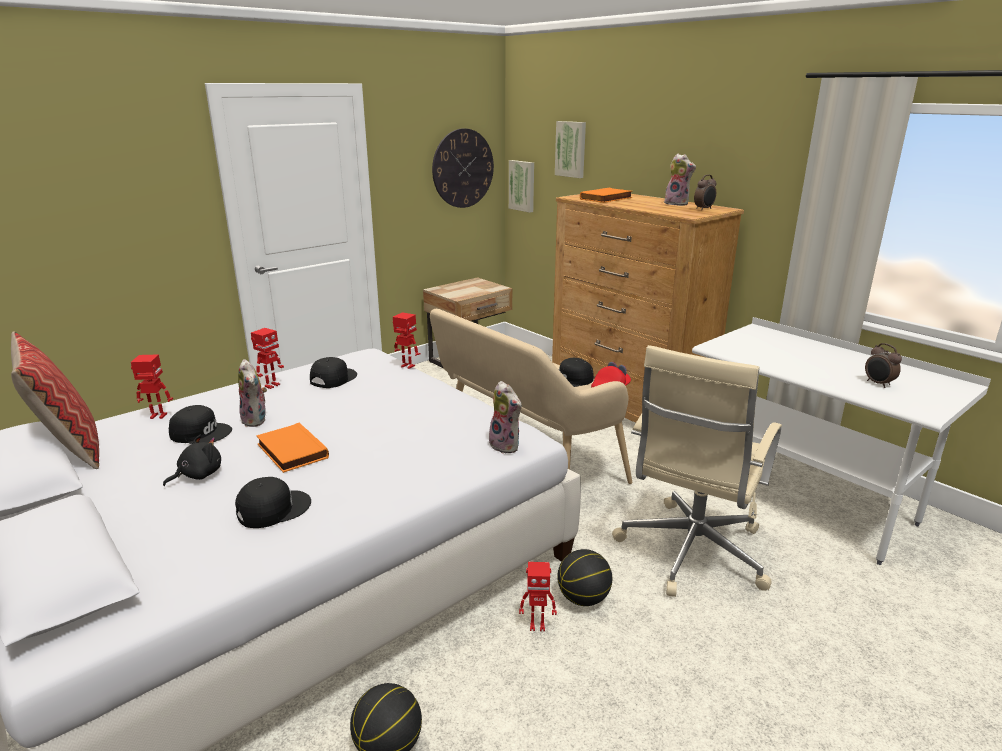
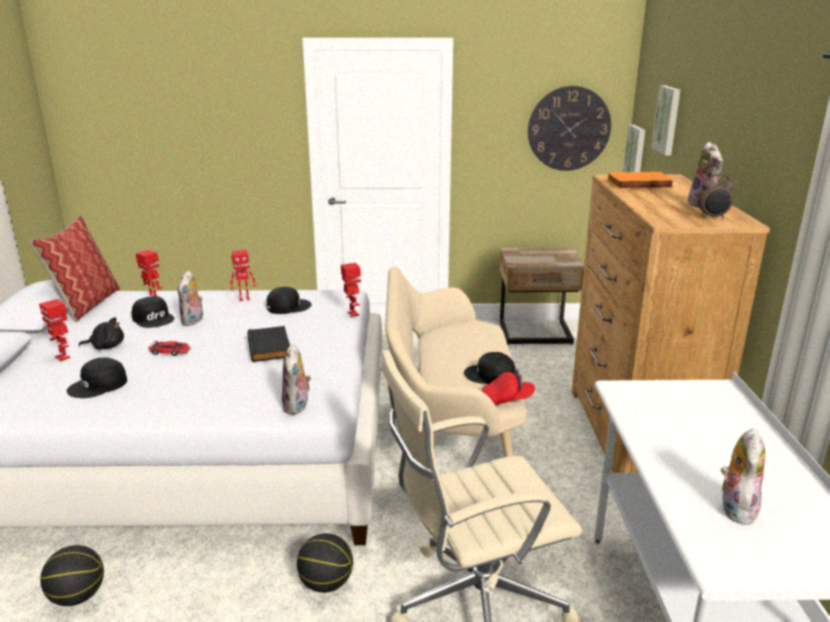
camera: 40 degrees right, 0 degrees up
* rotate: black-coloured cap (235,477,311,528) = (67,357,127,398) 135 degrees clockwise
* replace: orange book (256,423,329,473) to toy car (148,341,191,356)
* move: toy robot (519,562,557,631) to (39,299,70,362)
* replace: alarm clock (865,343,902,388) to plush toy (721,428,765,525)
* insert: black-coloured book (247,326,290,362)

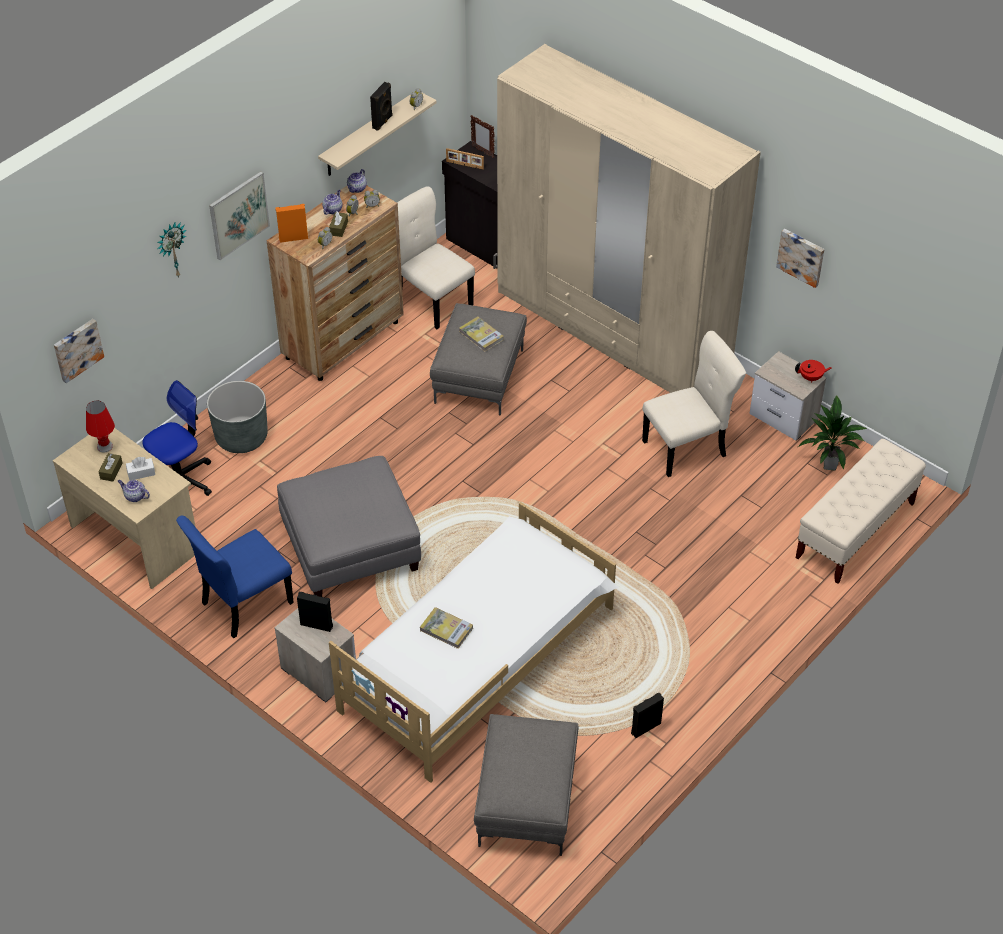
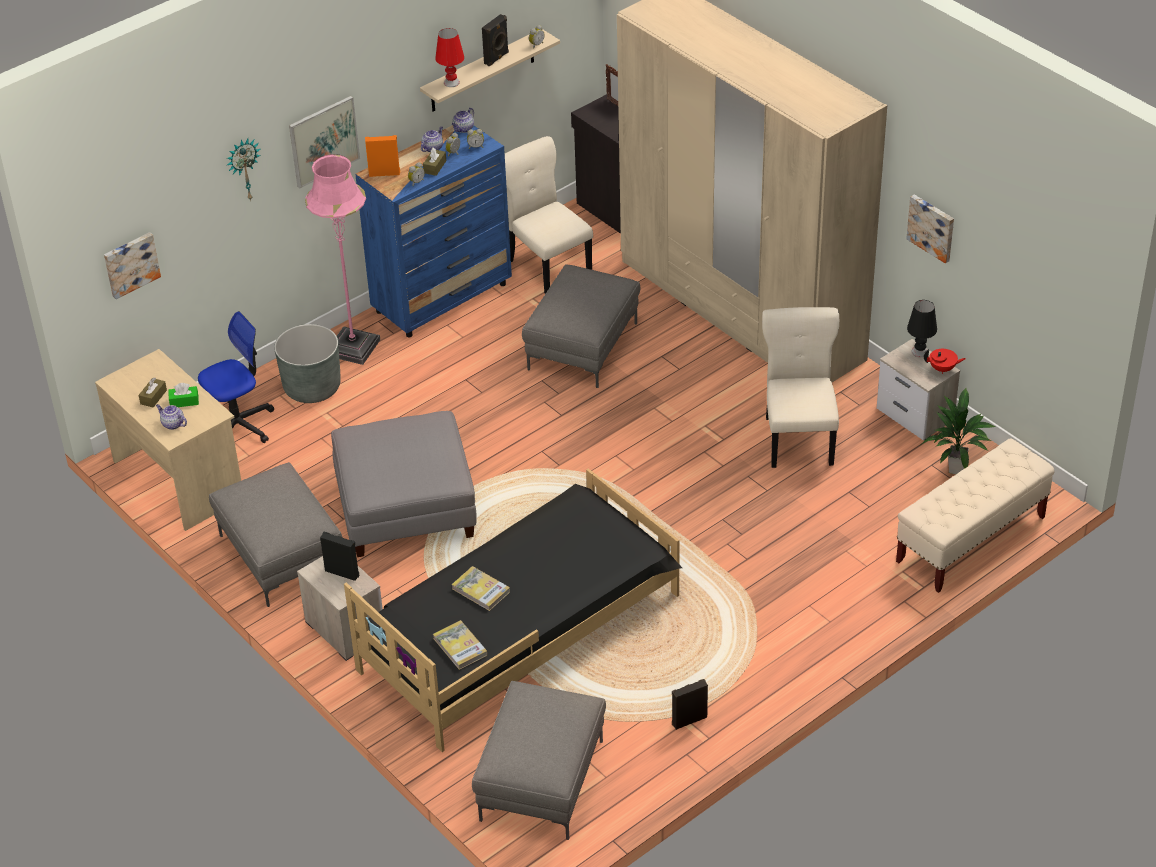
camera: 10 degrees right, 5 degrees down
* move: red lamp for a table (86,401,115,452) to (435,28,464,87)
* recolor: white-coloured tissue holder (126,457,155,480) to green tissue holder (168,383,199,407)
* replace: blue-coloured upright chair (176,516,294,639) to gray pouffe (209,462,342,607)
* recolor: brownish chest of drawers (267,185,404,381) to blue-coloured chest of drawers (355,125,512,337)
* recolor: white-coloured bed (329,502,619,783) to black-coloured bed (344,468,682,752)
* delete: standing frame (446,148,484,170)
* move: book (459,317,504,352) to (433,620,487,670)
* rotate: sand-coloured upright chair (642,331,746,477) = (762,307,839,468) 75 degrees counterclockwise
* insert: pink-coloured floor lamp (305,154,380,365)
* insert: black-coloured lamp for a table (907,300,937,357)

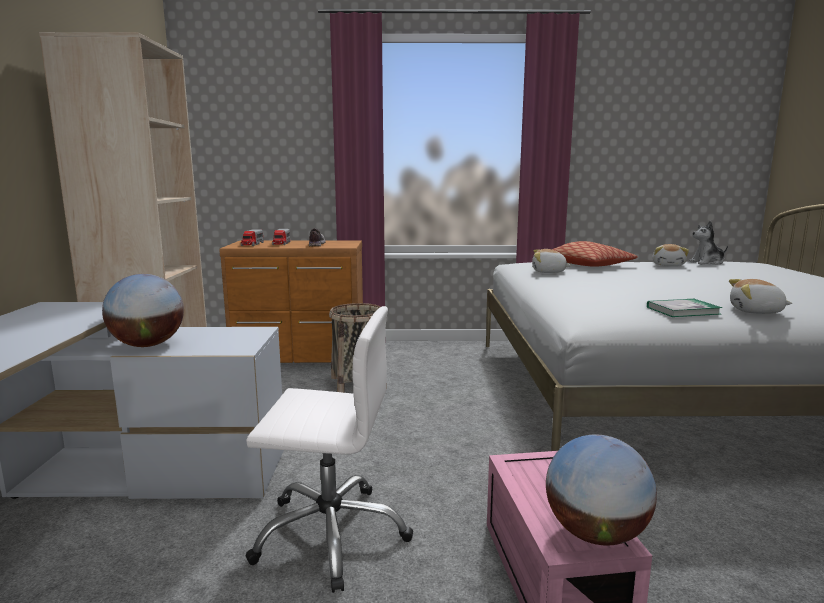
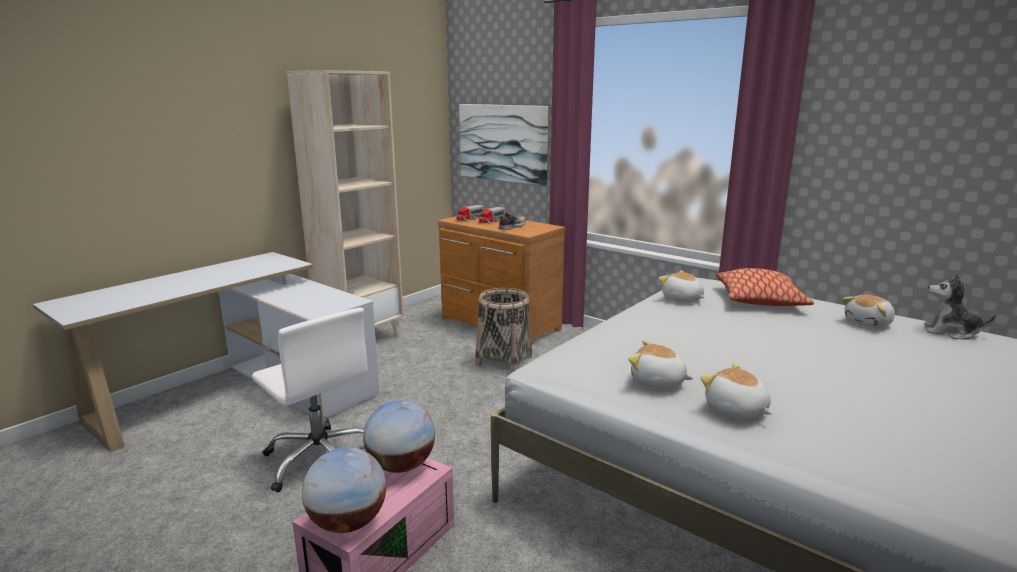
camera: 40 degrees right, 5 degrees up
* move: desk globe (102,274,184,347) to (363,400,435,473)
* replace: book (647,299,722,317) to plush toy (628,340,694,388)
* insert: wall picture (459,104,548,186)

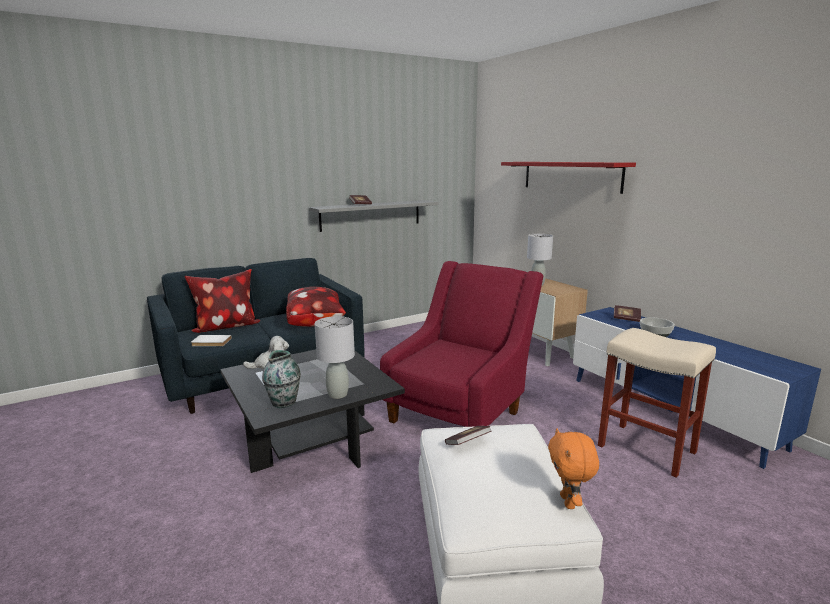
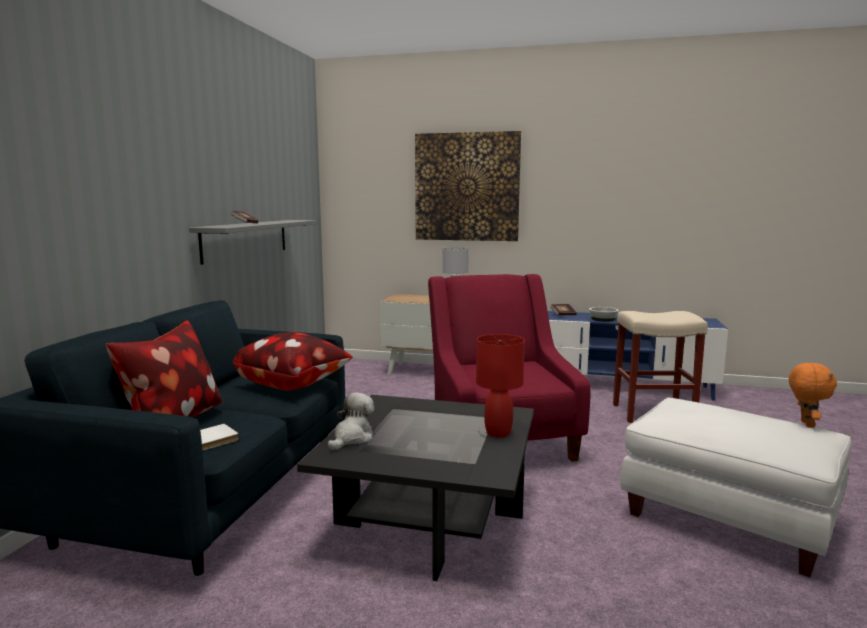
camera: 45 degrees left, 5 degrees down
* delete: vase (262,350,301,408)
* recolor: gray lamp for a table (315,316,355,399) to red lamp for a table (476,334,525,438)
* delete: book (445,426,491,445)
* replace: red wall shelf (501,162,636,194) to wall picture (415,131,521,241)
* rotate: orange plush toy (548,428,599,509) = (789,363,837,428) 120 degrees counterclockwise

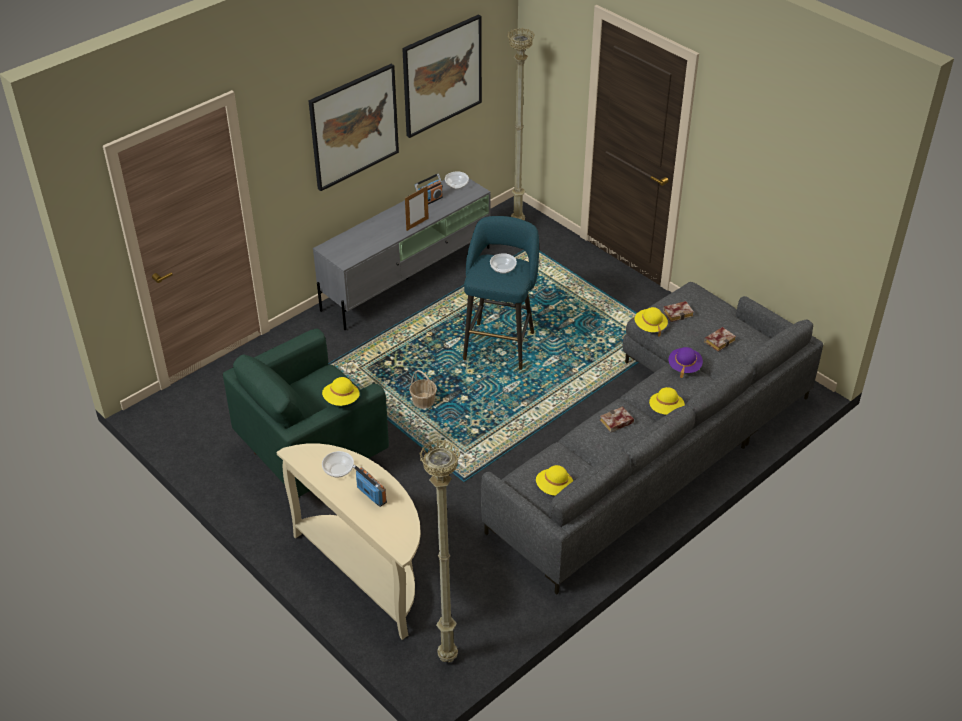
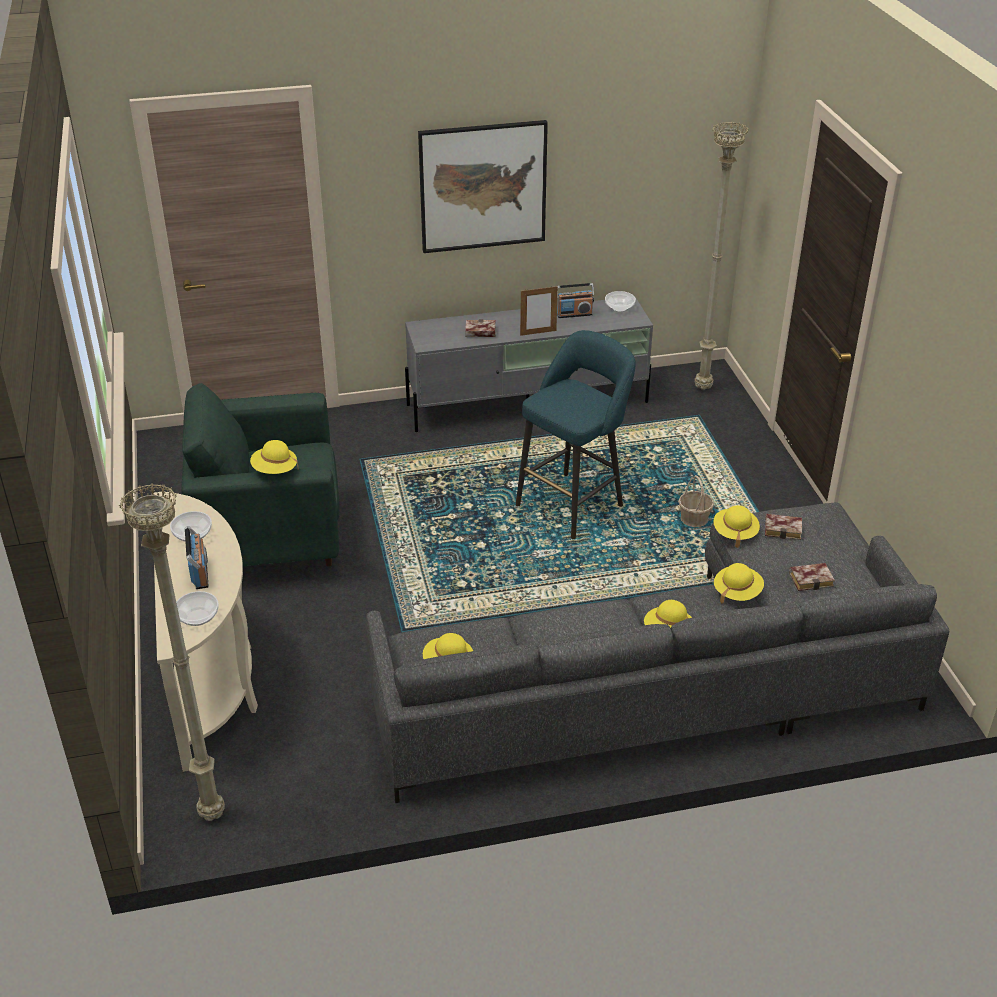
camera: 30 degrees right, 5 degrees down
* delete: wall picture (402,15,482,138)
* move: household basket (409,370,437,409) to (679,475,714,527)
* move: deep dish (490,253,517,274) to (176,591,219,626)
* move: book (600,406,634,433) to (465,319,496,337)
* recolor: purple wearable hat (669,347,703,378) to yellow-coloured wearable hat (714,563,764,603)

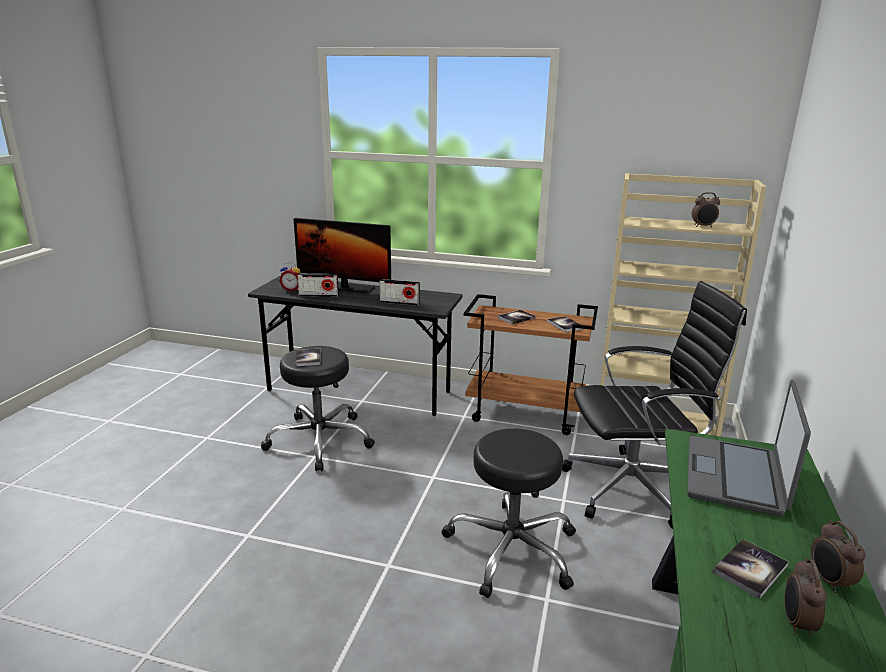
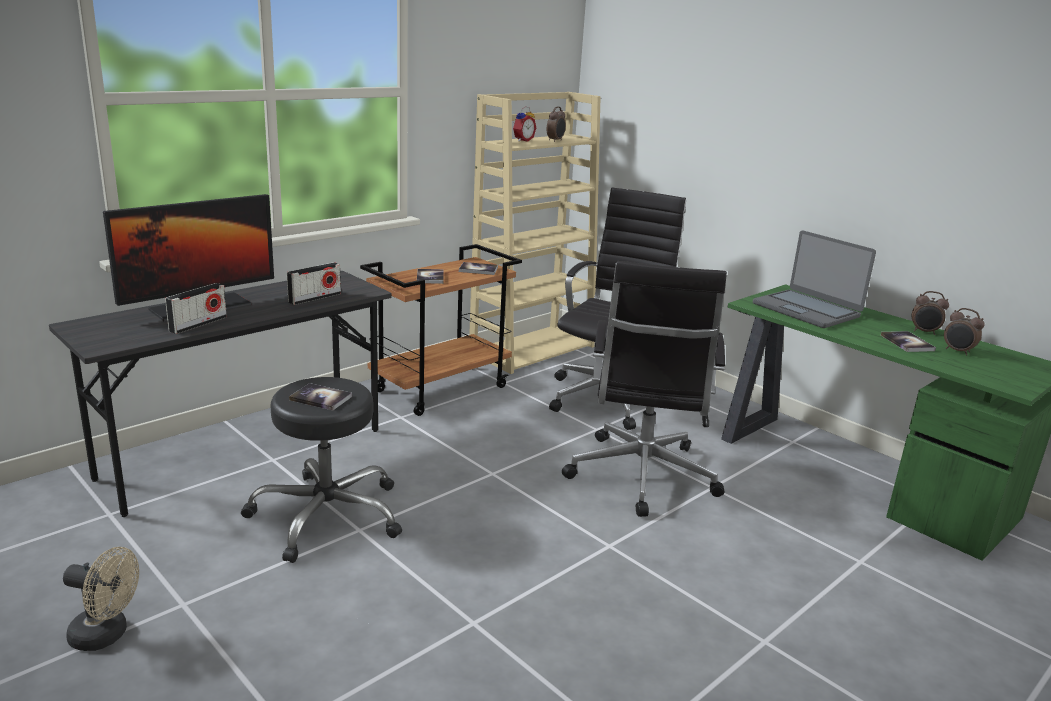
camera: 60 degrees left, 0 degrees up
* move: alarm clock (279,262,300,291) to (513,106,536,142)
* replace: black-coloured stool seat (441,429,576,598) to black-coloured desk chair (562,261,727,517)
* insert: sand-coloured cooling fan (63,547,139,651)

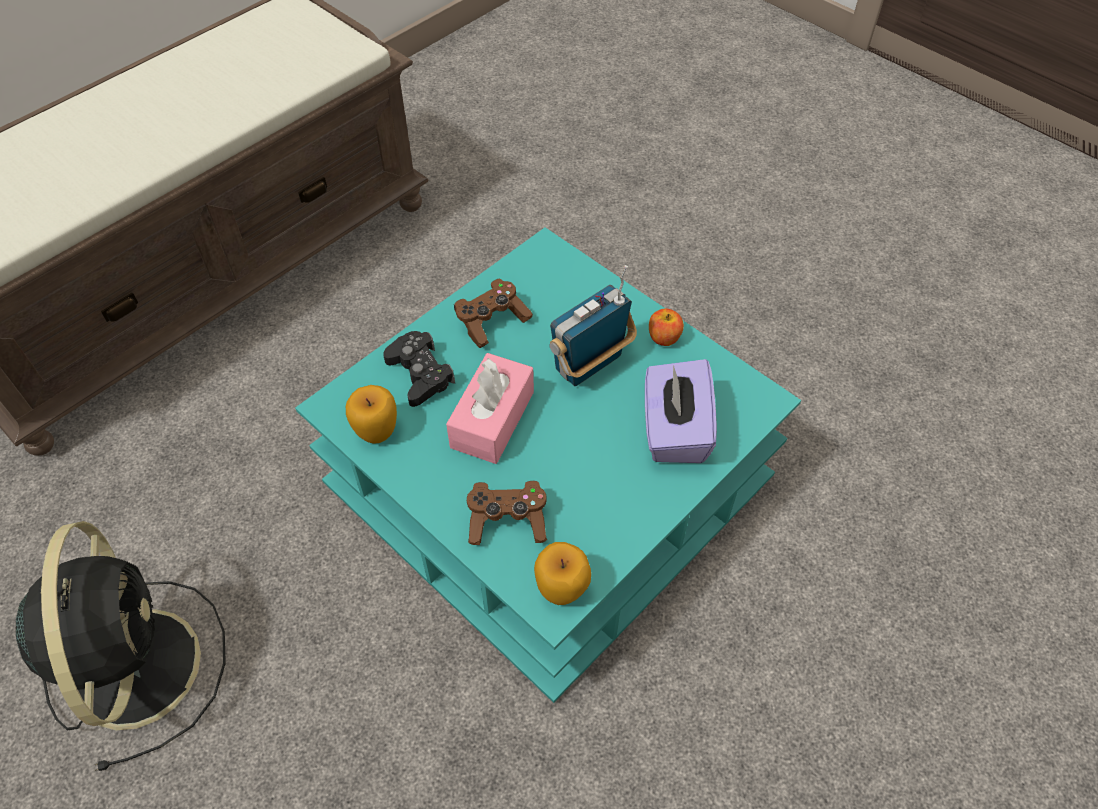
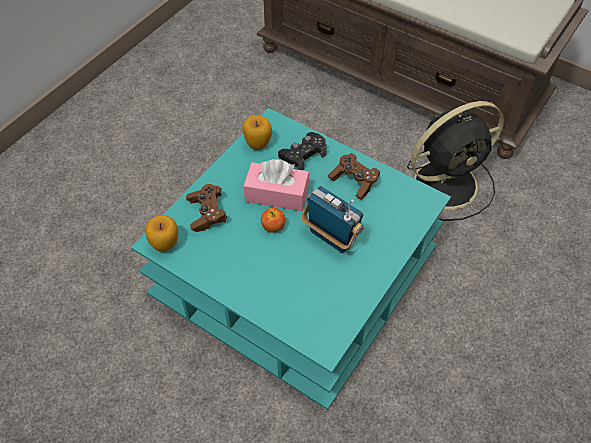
camera: 80 degrees right, 0 degrees up
* move: black-coloured cooling fan (16,521,226,771) to (407,101,504,221)
* delete: purple tissue holder (645,359,717,463)
* move: apple (649,309,684,346) to (261,208,285,233)

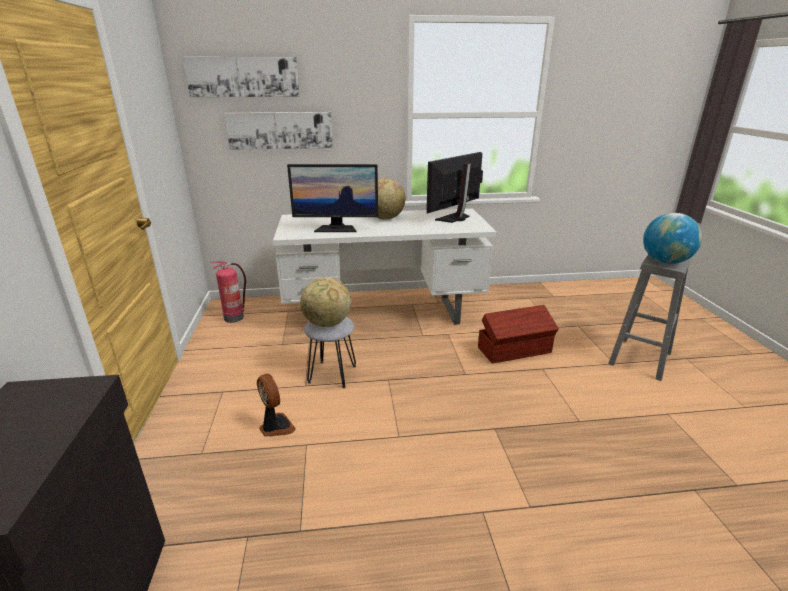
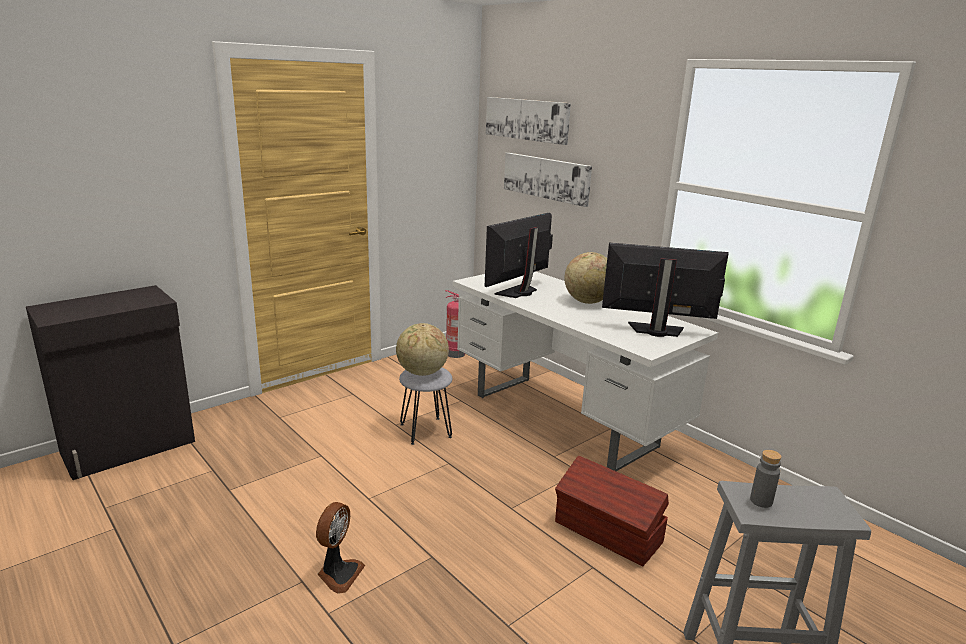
camera: 55 degrees right, 5 degrees down
* move: cooling fan (257,374,296,437) to (316,502,365,594)
* rotate: computer screen (287,164,378,232) = (484,213,553,298) 75 degrees clockwise
* replace: desk globe (643,213,702,264) to gray beverage bottle (750,450,782,508)

